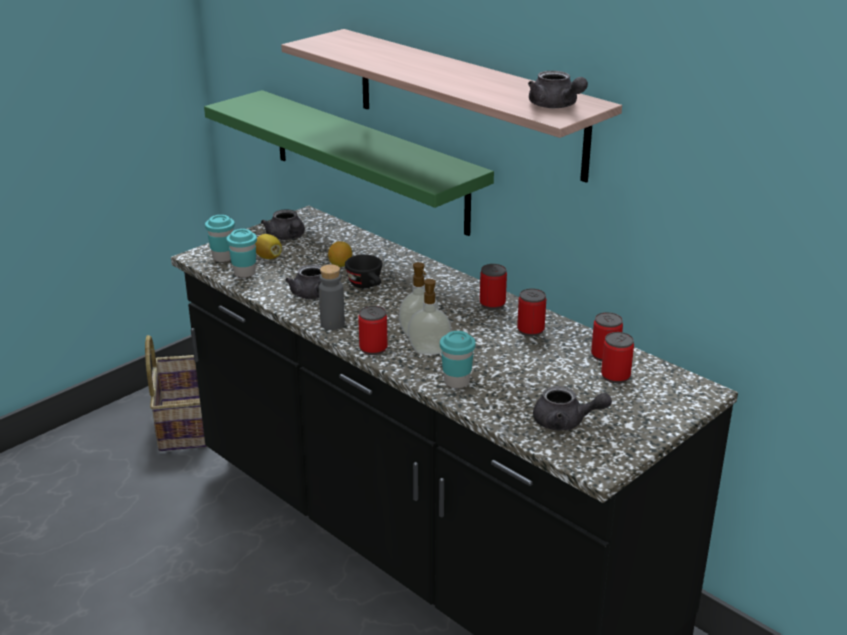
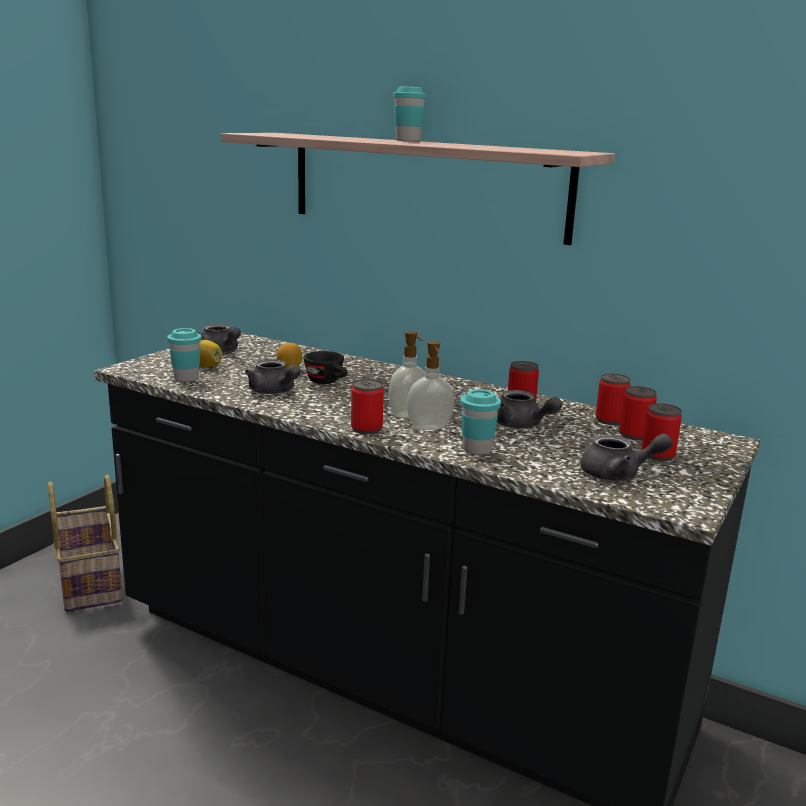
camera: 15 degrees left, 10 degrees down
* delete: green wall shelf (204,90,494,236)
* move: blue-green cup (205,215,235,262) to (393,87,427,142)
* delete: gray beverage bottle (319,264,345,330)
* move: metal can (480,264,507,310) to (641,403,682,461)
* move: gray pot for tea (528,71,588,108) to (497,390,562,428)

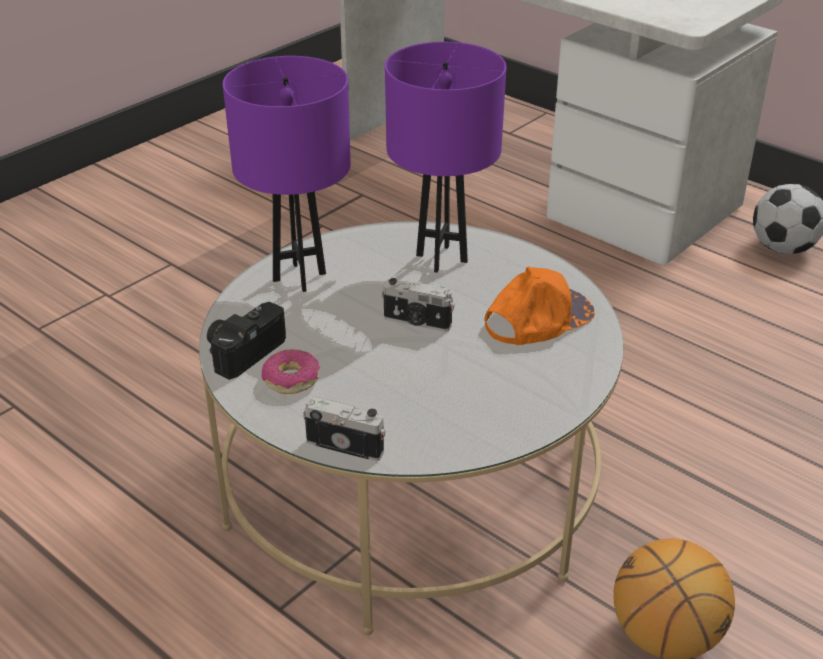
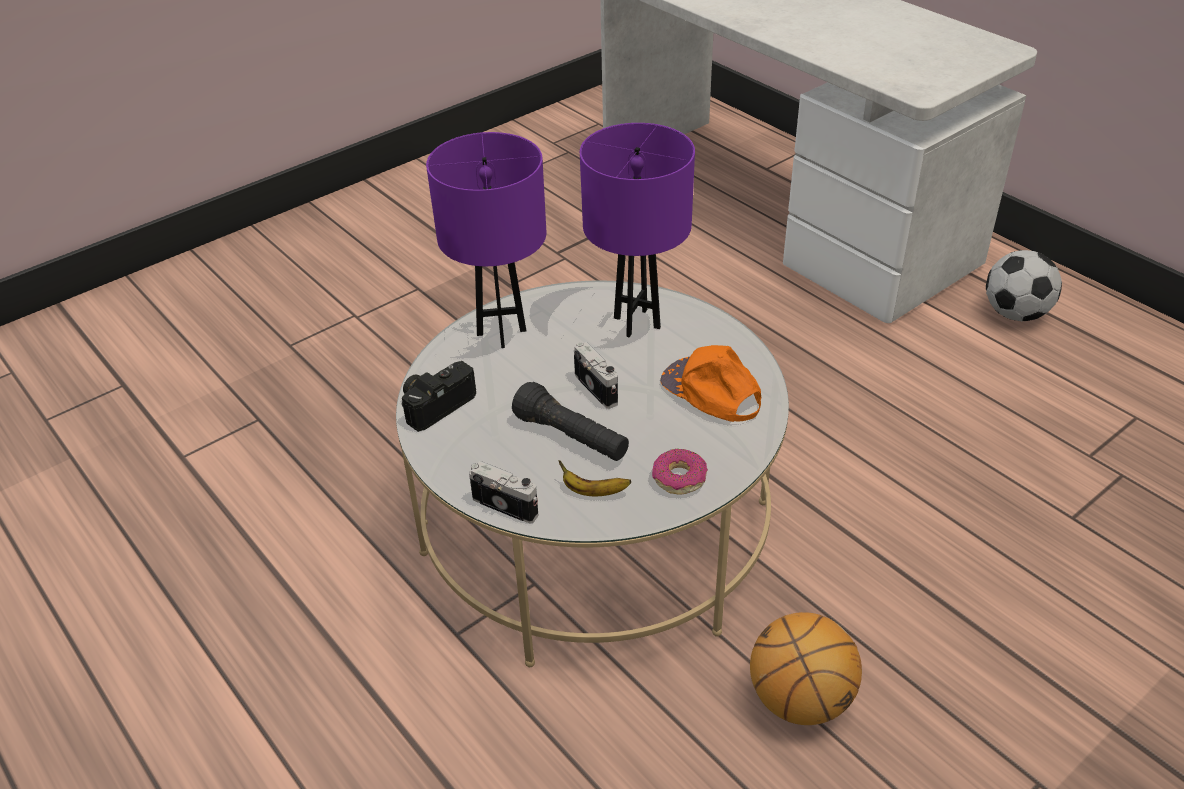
camera: 10 degrees right, 5 degrees up
* move: ring doughnut (262,349,320,394) to (652,449,708,495)
* rotate: still camera (382,278,455,332) = (574,342,618,409) 150 degrees counterclockwise
* rotate: orange cap (484,267,595,345) = (660,345,761,422) 105 degrees counterclockwise
* insert: black-coloured hand torch (512,382,629,461)
* insert: whole banana (558,460,631,496)

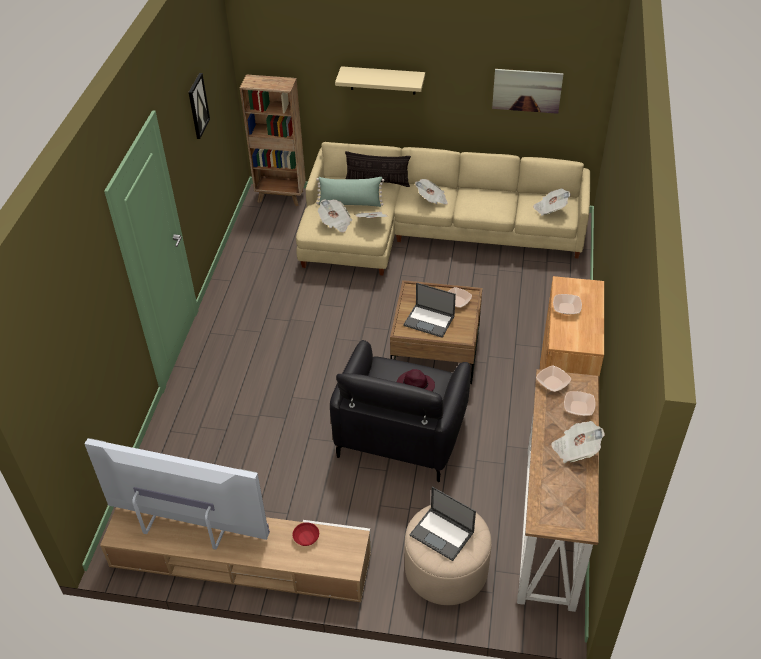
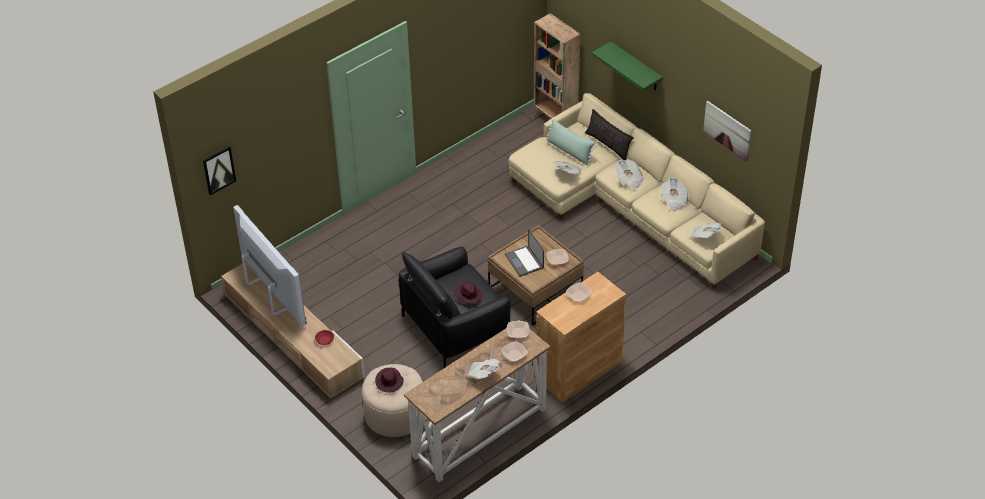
camera: 40 degrees right, 0 degrees up
* move: wall picture (188,73,210,139) to (202,146,236,195)
* move: newspaper (318,199,352,233) to (661,177,689,211)
* recolor: sand-coloured wall shelf (335,66,425,95) to green wall shelf (592,42,663,91)
* replace: portable computer (410,487,476,561) to purple wearable hat (375,368,404,393)

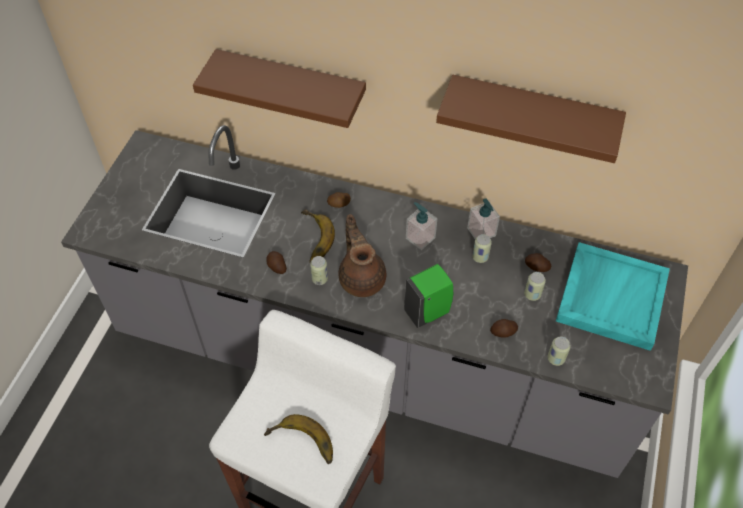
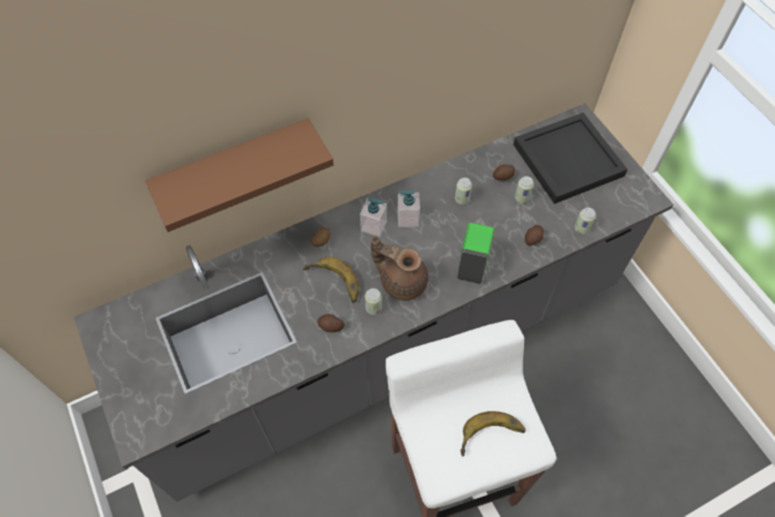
camera: 45 degrees left, 5 degrees up
* delete: brownish wall shelf (436,75,626,163)
* move: soap dispenser (467,198,500,239) to (360,197,387,237)
* recolor: blue-green carrying tray (556,242,670,351) to black-coloured carrying tray (513,113,628,204)

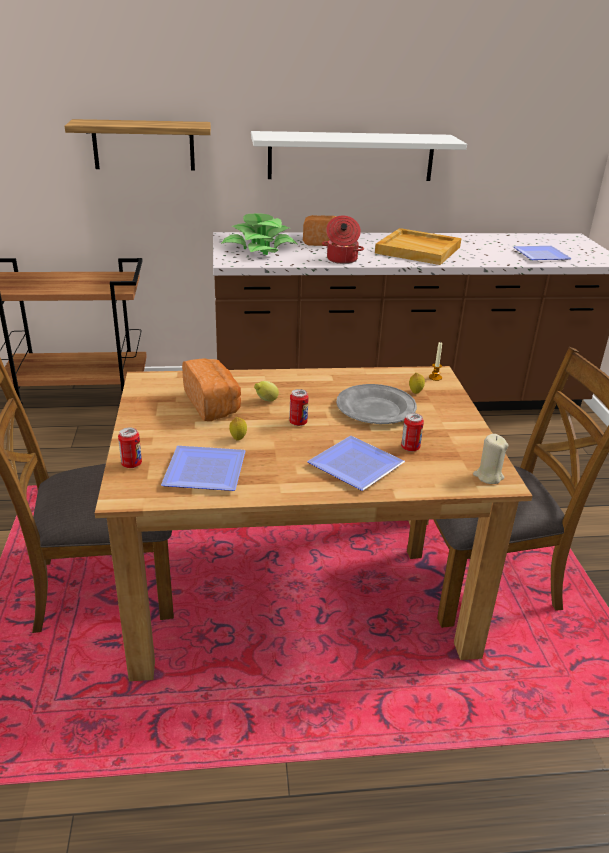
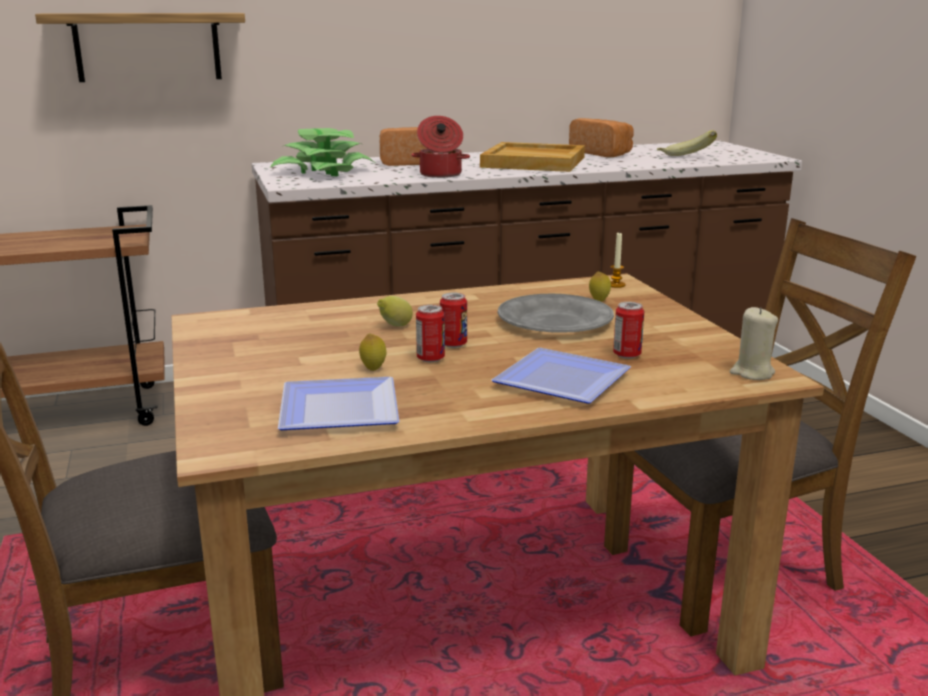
camera: 10 degrees left, 10 degrees down
* move: metal can (118,427,142,468) to (416,305,445,362)
* move: baked bread (182,358,241,421) to (569,118,634,157)
* delete: white-coloured wall shelf (251,131,467,181)
* replace: dinner plate (514,246,572,260) to whole banana (657,130,717,156)

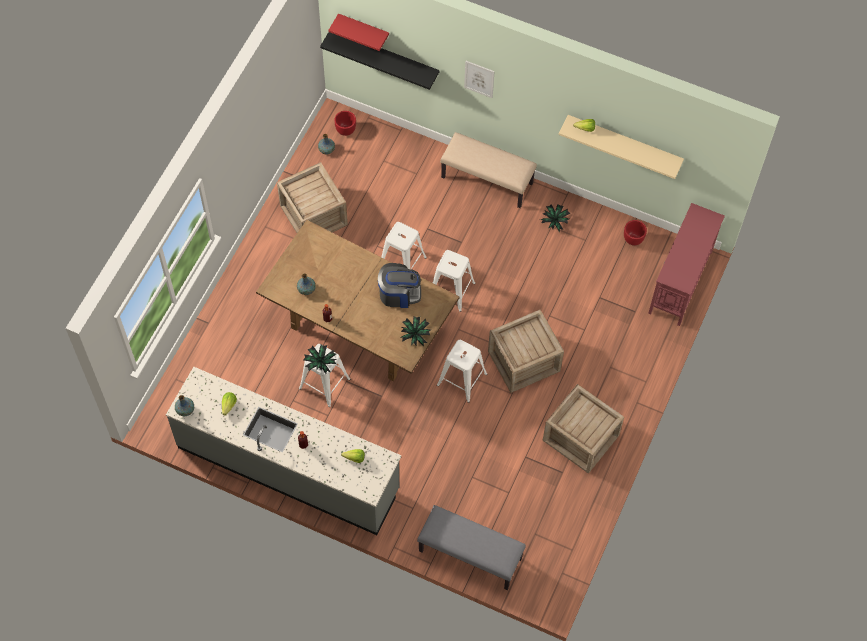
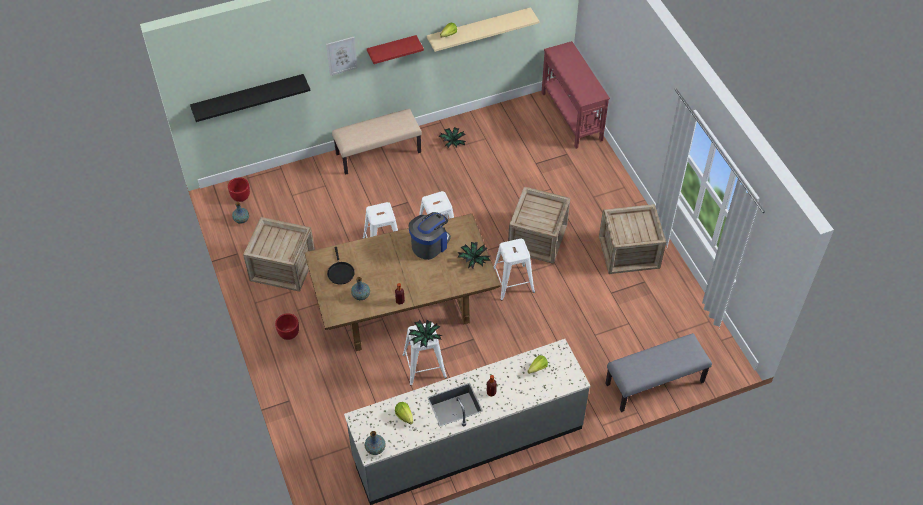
camera: 45 degrees left, 10 degrees down
* move: red wall shelf (328,13,389,51) to (367,35,424,64)
* move: red flower pot (624,220,647,245) to (275,313,299,340)
* insert: black-coloured pan (327,247,355,285)

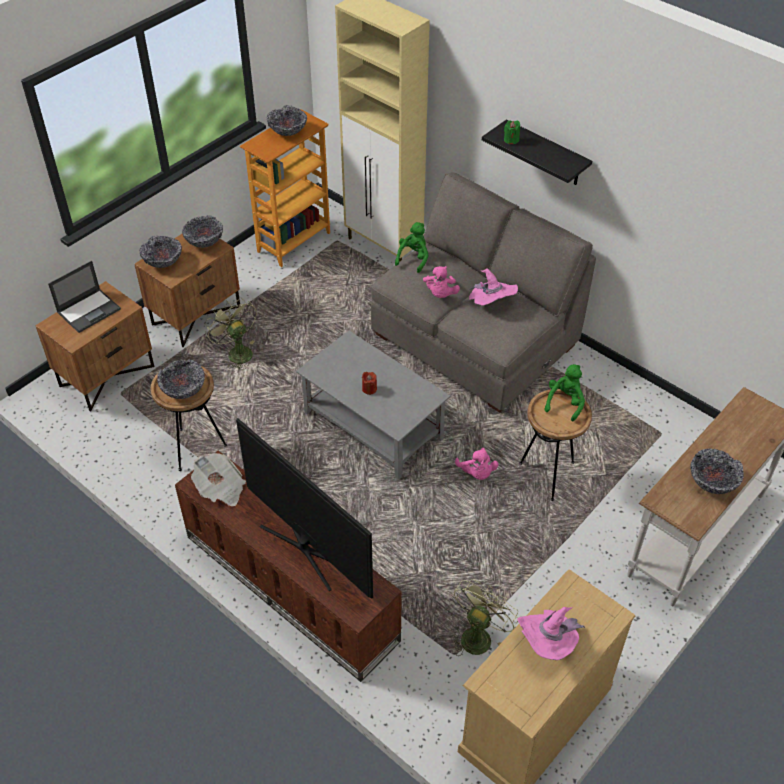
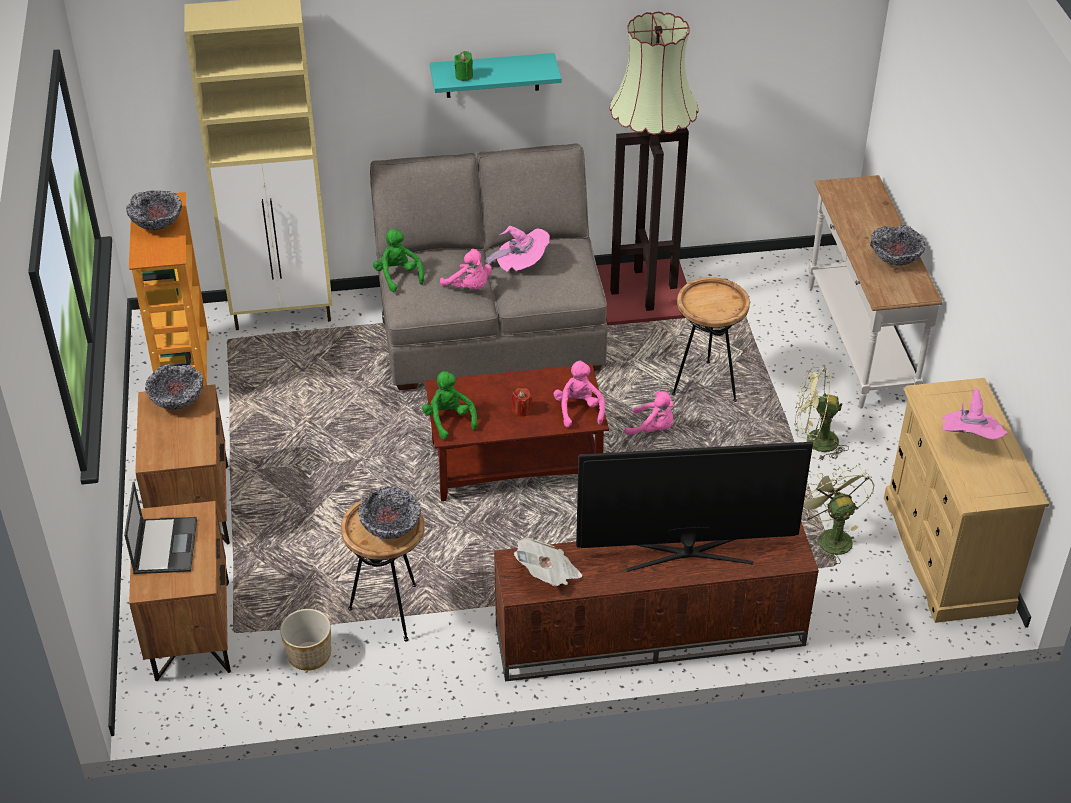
camera: 50 degrees left, 5 degrees down
* delete: deep dish (139,235,182,268)
* move: green cooling fan (204,297,257,370) to (795,367,849,461)
* recolor: gray lounge table (296,331,450,479) to brownish lounge table (425,364,609,501)
* recolor: black-coloured wall shelf (482,120,592,185) to blue-green wall shelf (430,53,562,98)
* move: green plush toy (545,364,585,422) to (422,371,477,439)
* insert: flower pot (280,609,331,671)
* insert: pink-coloured plush toy (554,360,605,427)
* insert: floor lamp (597,11,698,325)

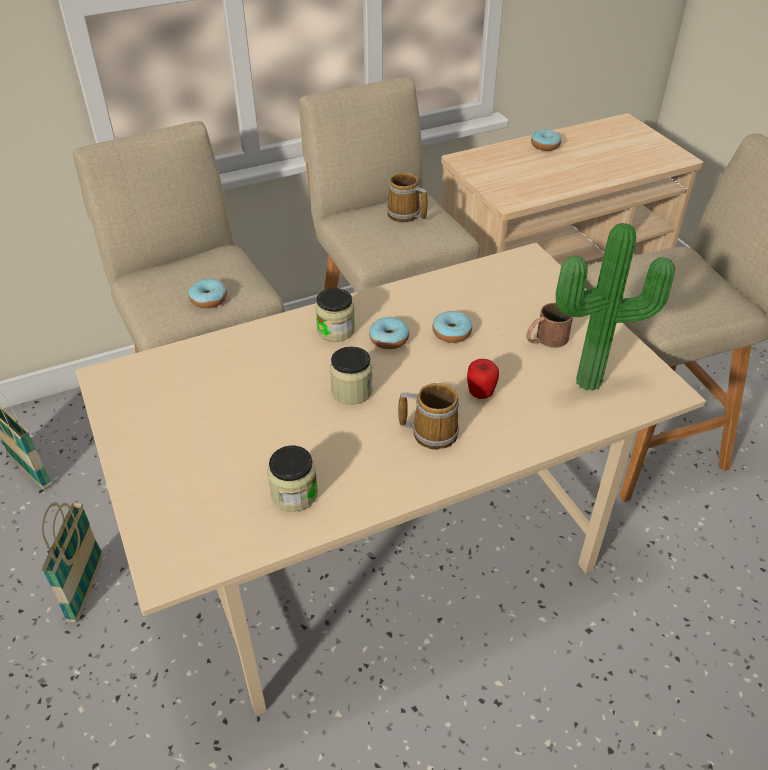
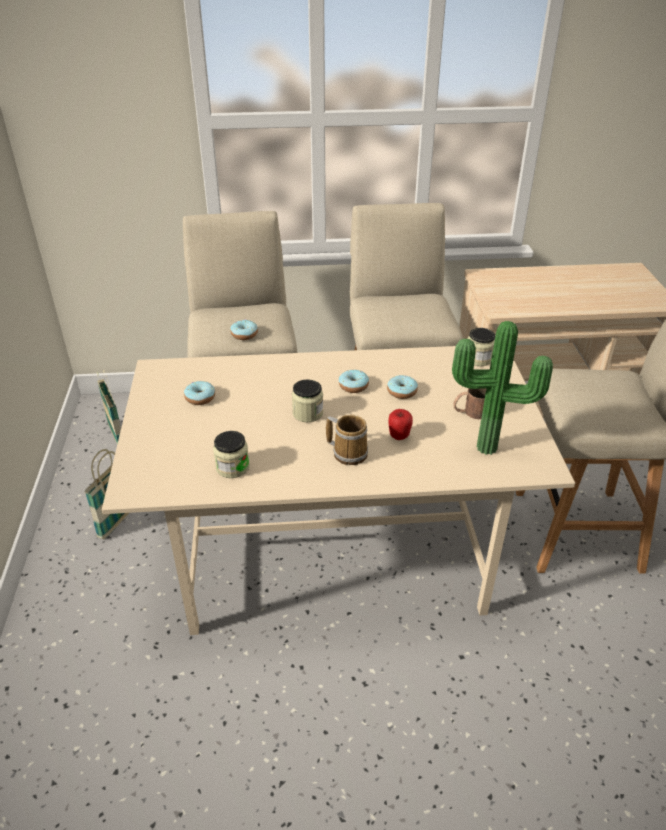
camera: 20 degrees right, 5 degrees down
* move: jar (315,288,355,342) to (467,328,495,366)
* delete: mug (387,173,428,222)
* move: ring doughnut (531,129,562,151) to (184,381,215,405)

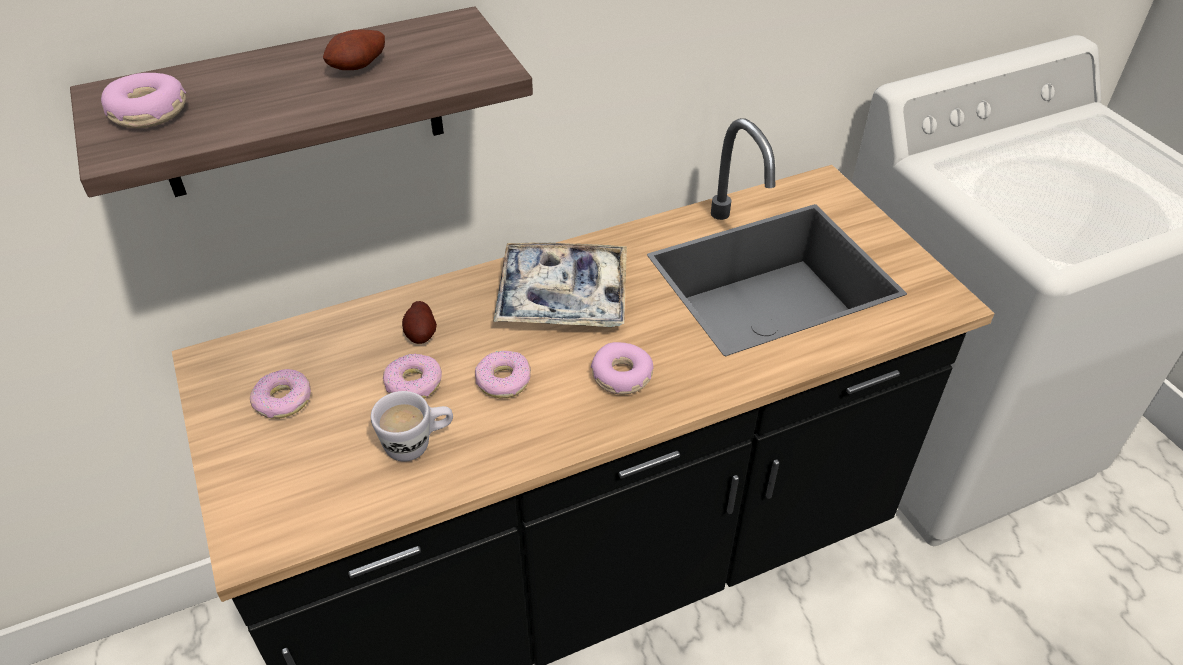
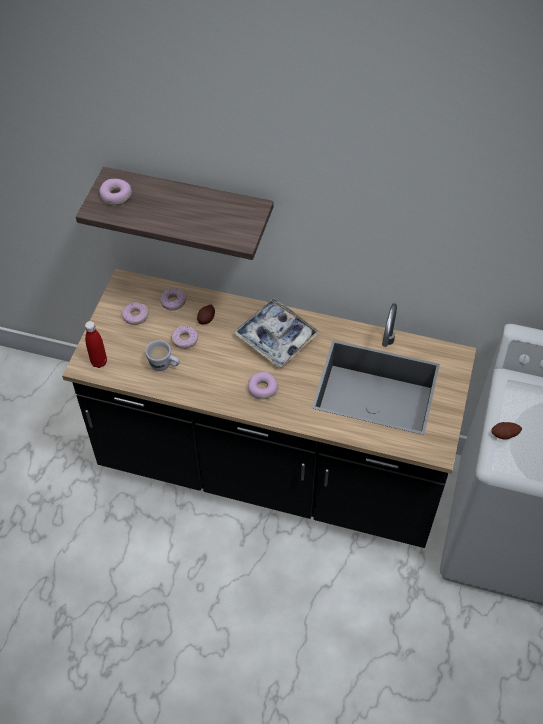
camera: 40 degrees right, 10 degrees up
* move: potato (323,30,385,70) to (491,422,522,440)
* move: ring doughnut (475,351,531,398) to (160,288,186,311)
* insert: red beverage bottle (85,321,107,368)

